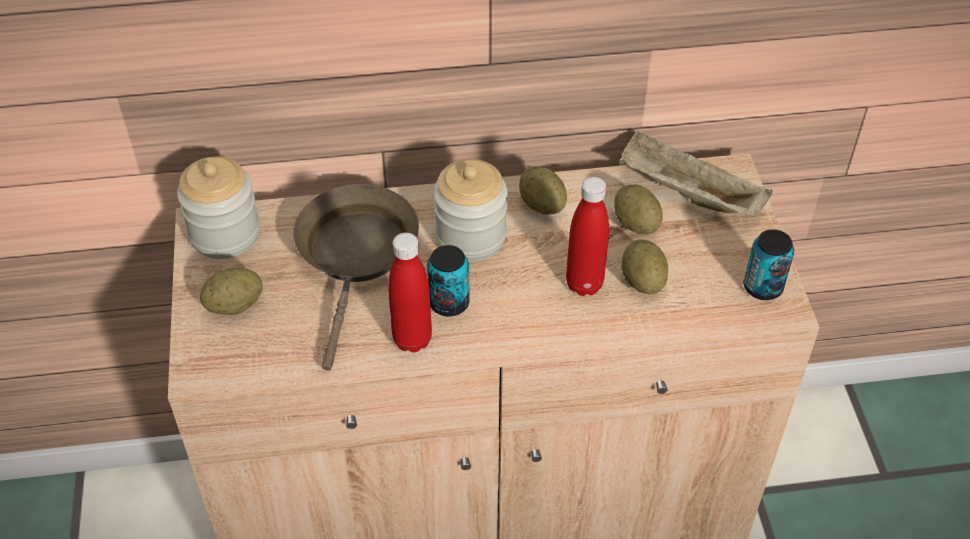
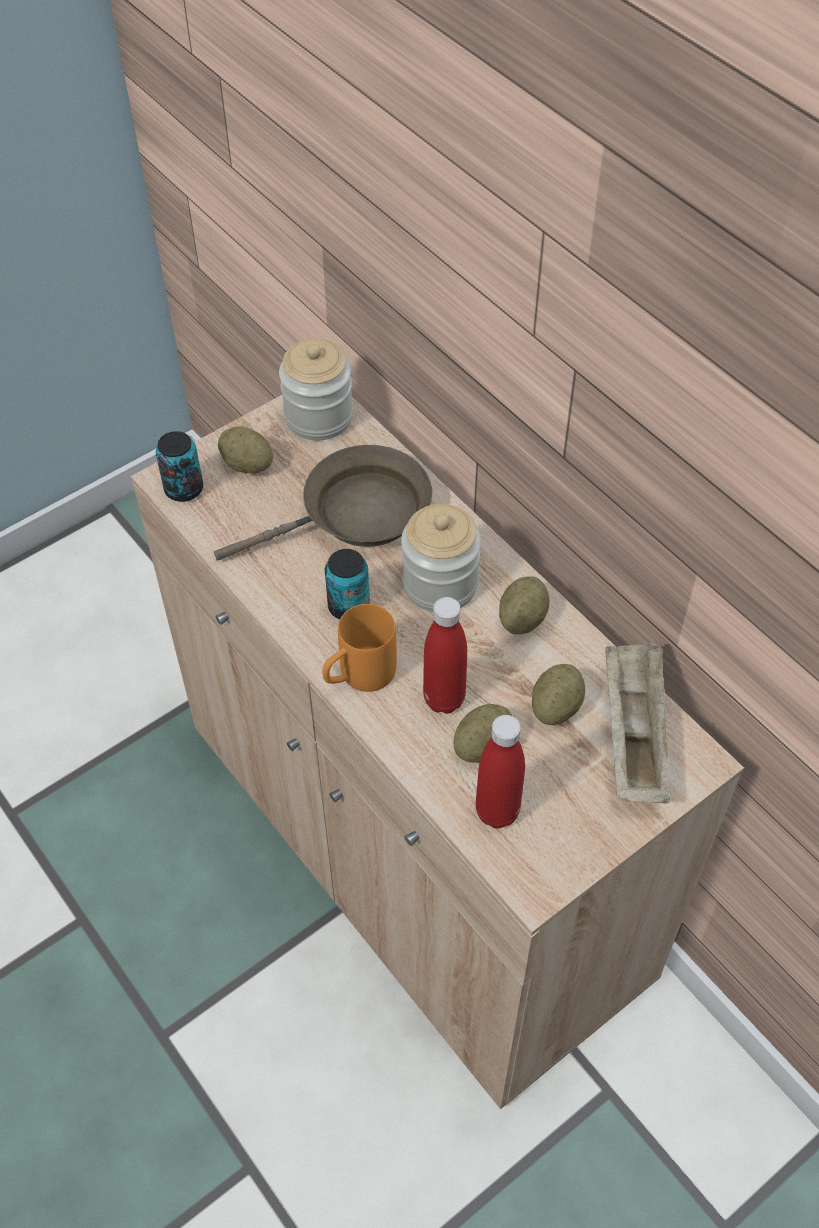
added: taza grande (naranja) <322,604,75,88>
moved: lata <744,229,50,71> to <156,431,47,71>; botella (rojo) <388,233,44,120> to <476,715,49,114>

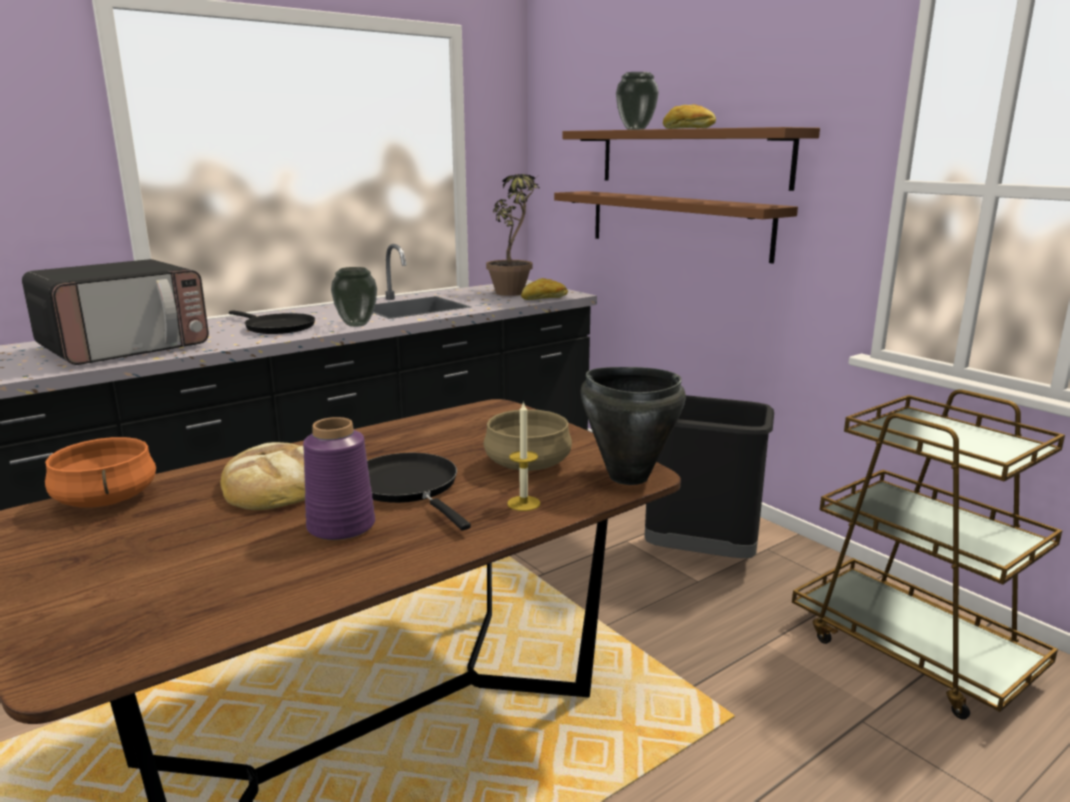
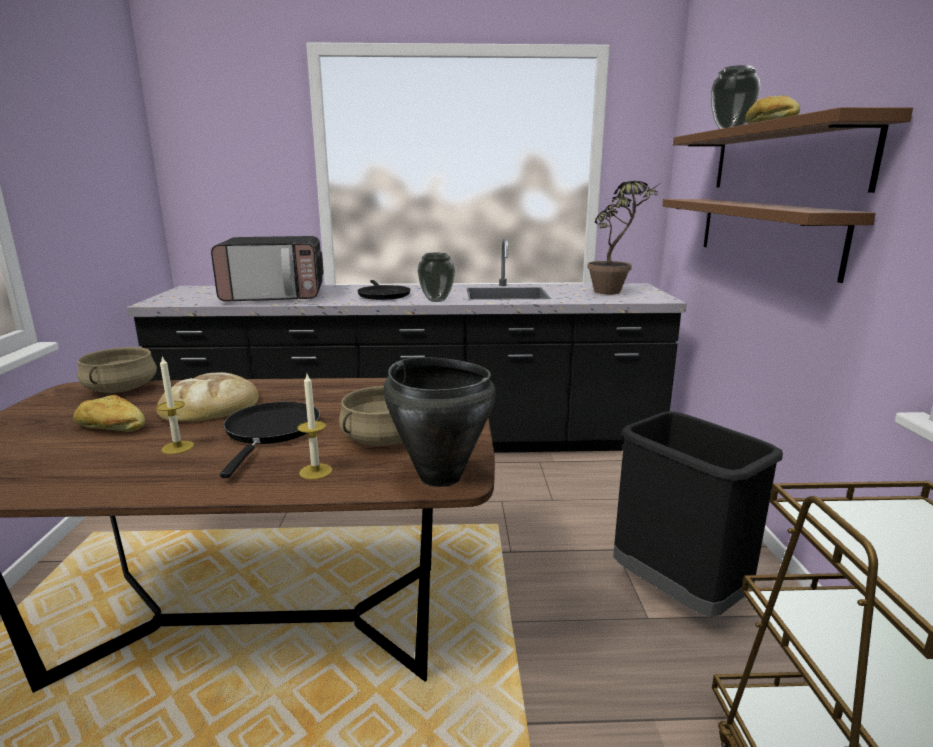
moved: pan <521,278,47,22> to <73,395,72,37>
replaced: florero (morado) <303,417,72,123> to vela <157,356,37,98>
recoloured: olla (naranja) <45,437,111,70> to olla (beis) <77,347,80,46>

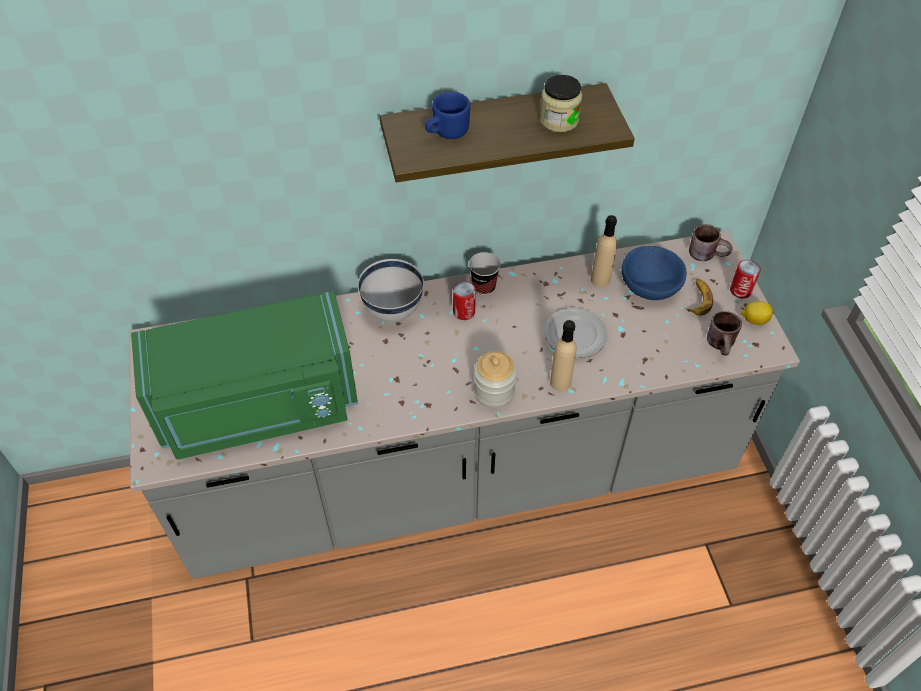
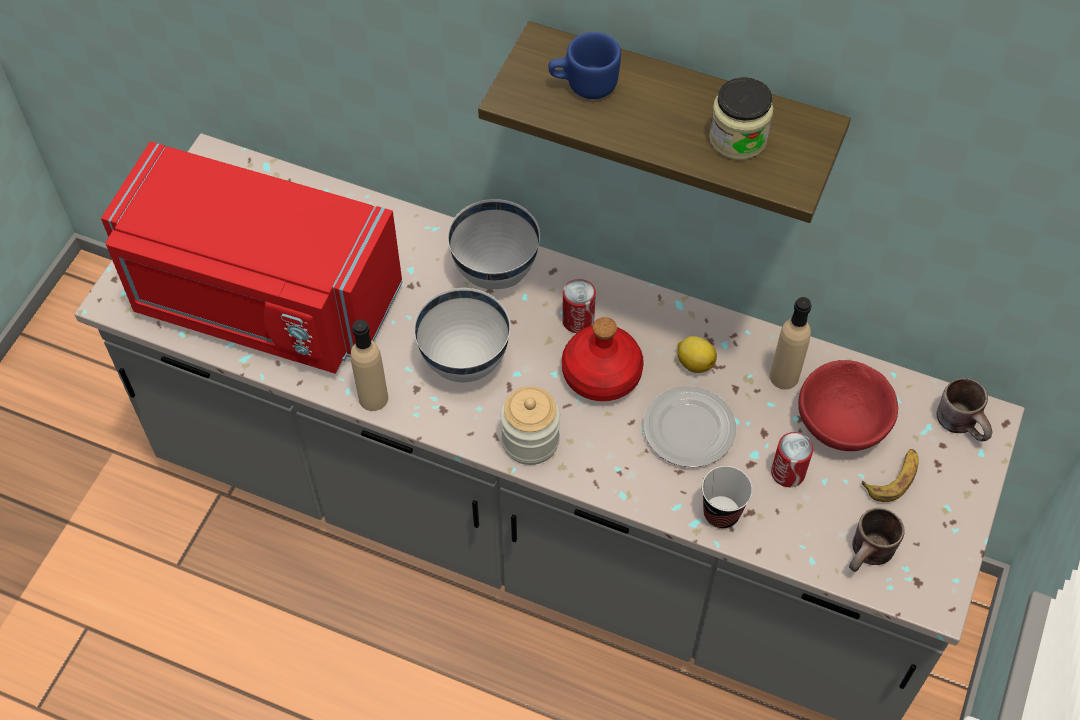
added: cuenco (blanco) <414,288,96,94>; botella (rojo) <562,317,82,84>
moved: taza <469,252,32,43> to <702,466,51,63>; lata <730,260,31,38> to <771,432,42,55>; limón <741,301,32,24> to <678,336,39,37>; botella (beis) <550,320,27,71> to <351,319,37,92>
recoloured: cuenco (azul) <622,246,65,54> to cuenco (rojo) <798,360,100,91>; microondas (verde) <131,291,227,168> to microondas (rojo) <101,142,301,232>

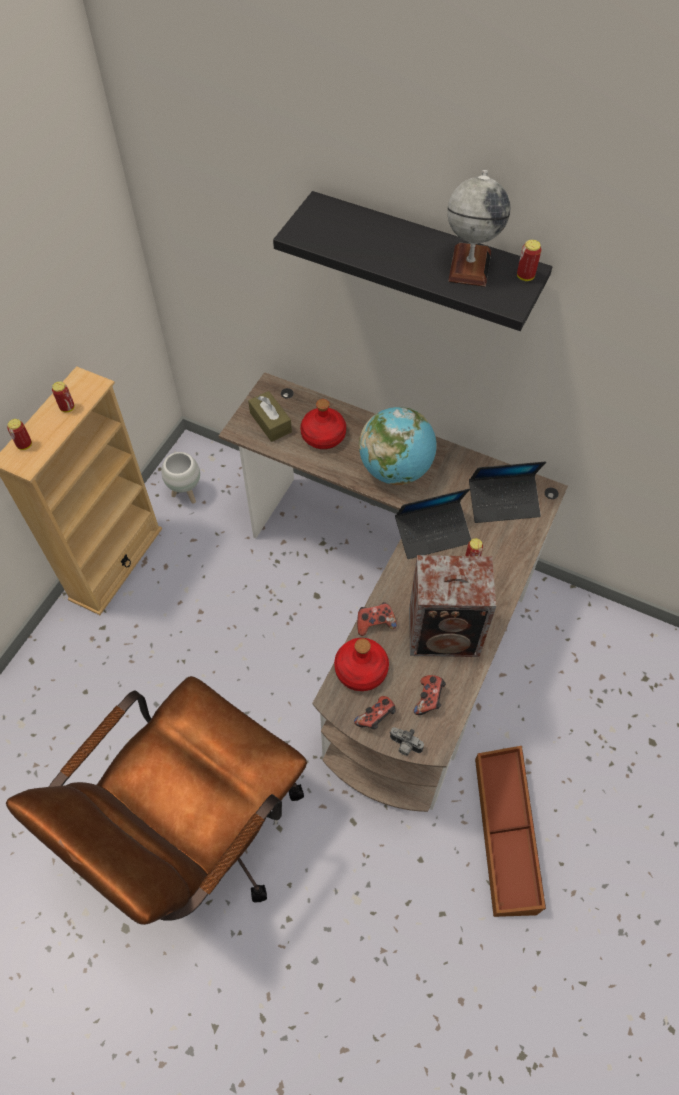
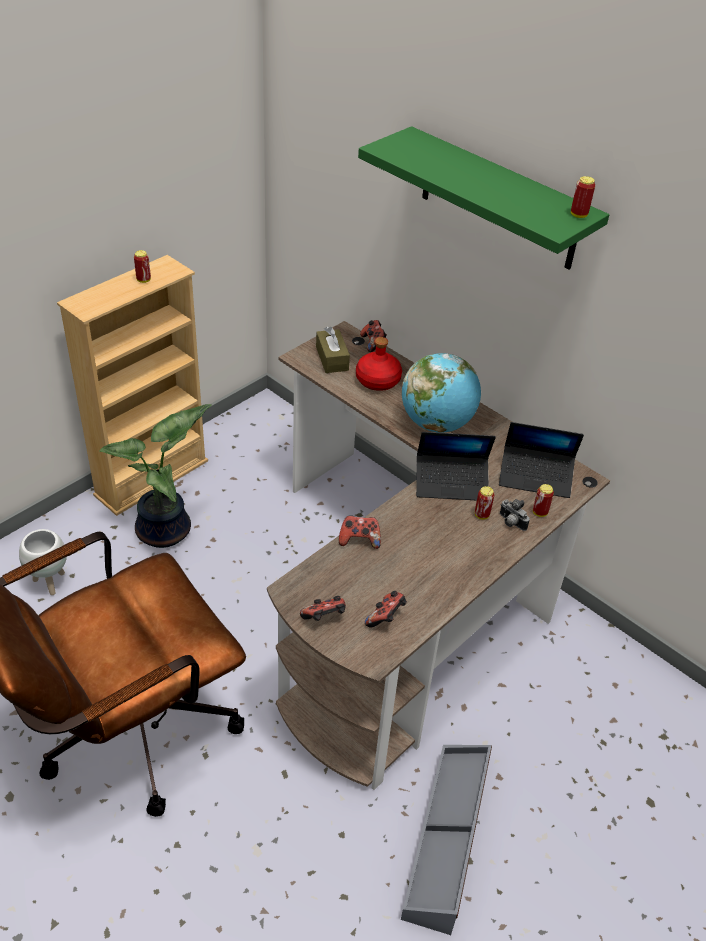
removed: globo terráqueo <447,170,63,117>; altavoz <409,555,87,102>; botella (rojo) <334,638,55,53>
added: mando de consola <360,320,27,32>; planta en maceta <99,404,113,144>
moved: lata <7,419,25,31> to <533,484,21,33>; maceta (blanco) <162,452,38,51> to <19,529,48,66>; cámara <389,727,35,29> to <500,499,30,32>
recoloured: estante (negro) <273,191,279,140> to estante (verde) <358,126,251,144>; caja de almacenaje (marrón) <475,746,71,171> to caja de almacenaje (gris) <401,745,91,190>

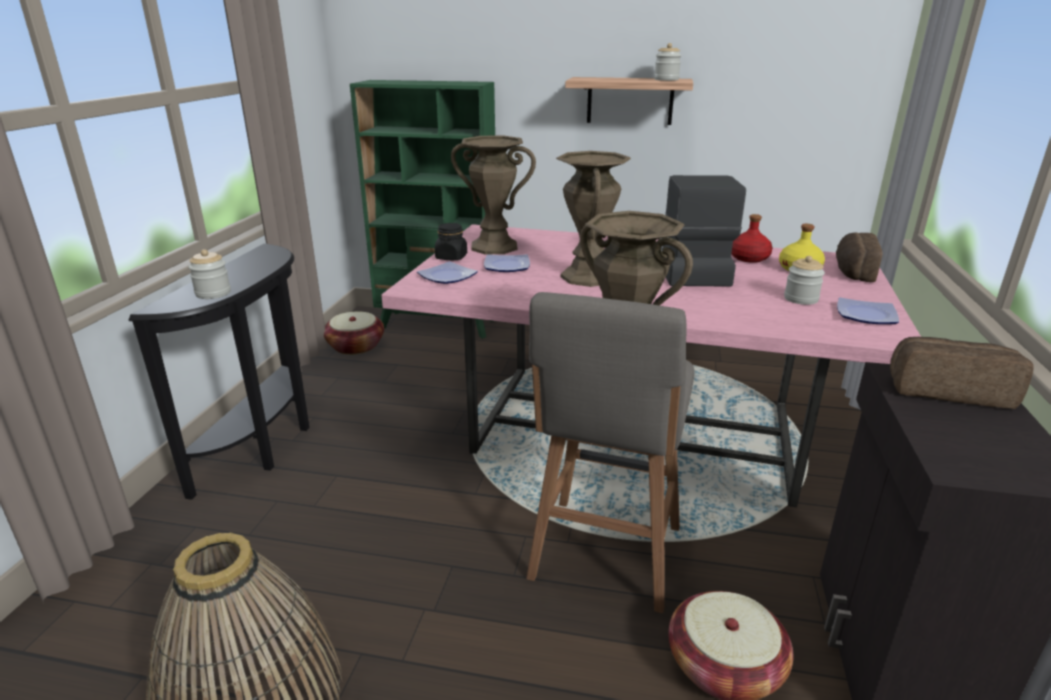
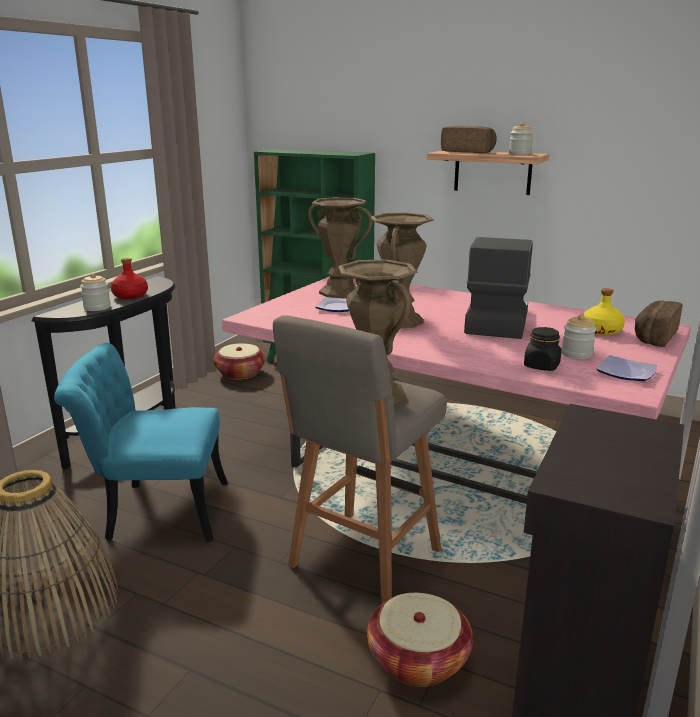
removed: plato <417,261,61,23>
added: silla (turquesa) <54,343,174,199>
moved: botella (rojo) <731,214,41,49> to <111,258,37,41>; tarro (negro) <435,223,32,37> to <524,327,38,44>; pan <890,337,144,72> to <441,126,56,27>

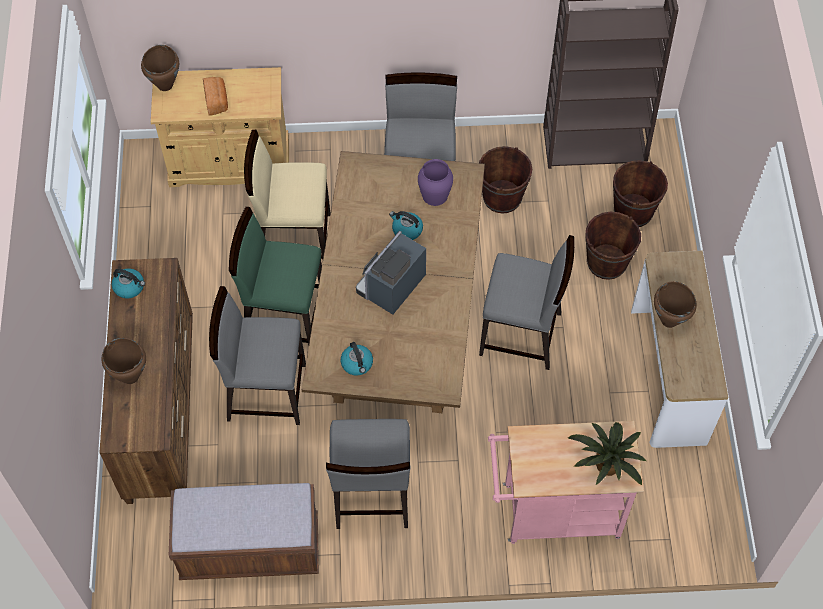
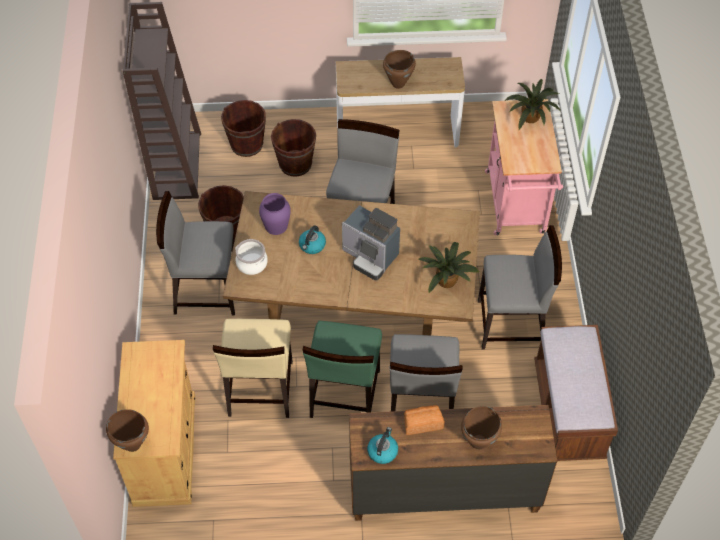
added: olla <235,239,33,36>
moved: pan <203,77,25,39> to <404,405,41,30>
replaced: hervidor <340,342,33,33> to planta en maceta <419,242,60,51>

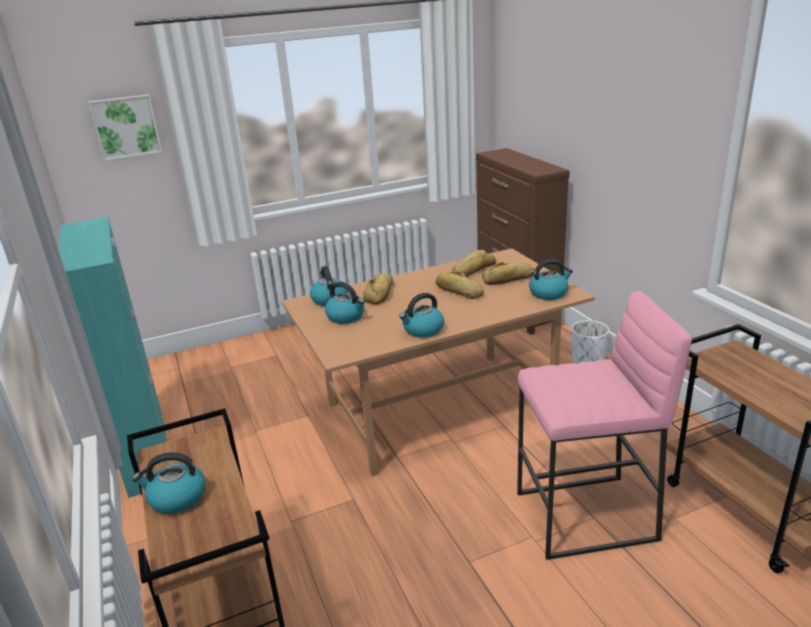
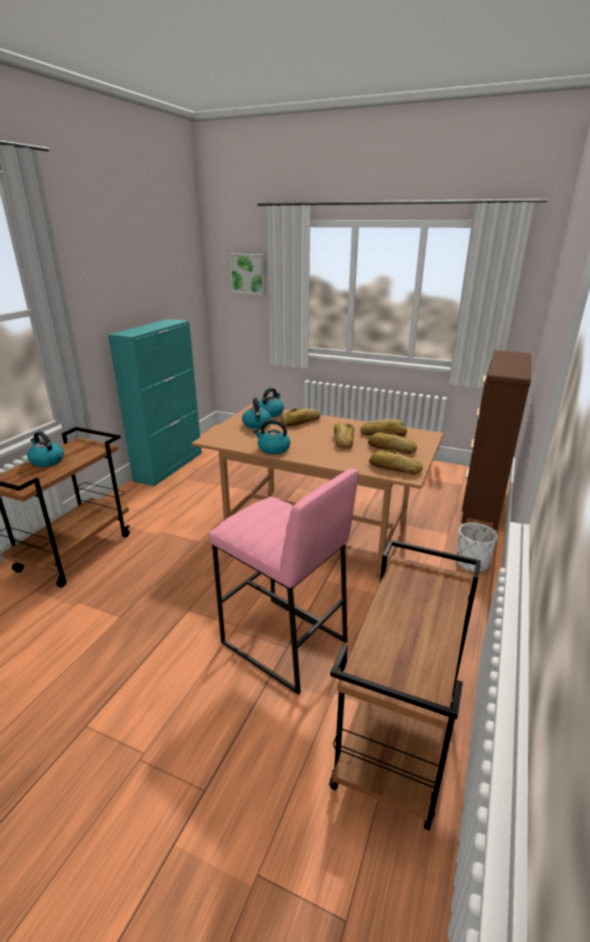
replaced: hervidor <529,259,44,41> to pan <369,450,54,25>

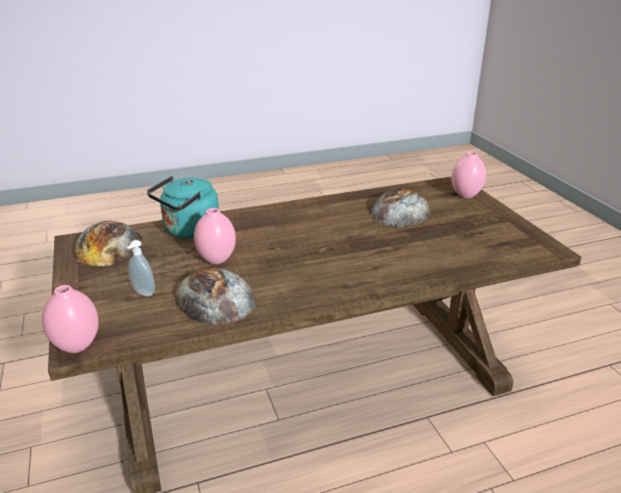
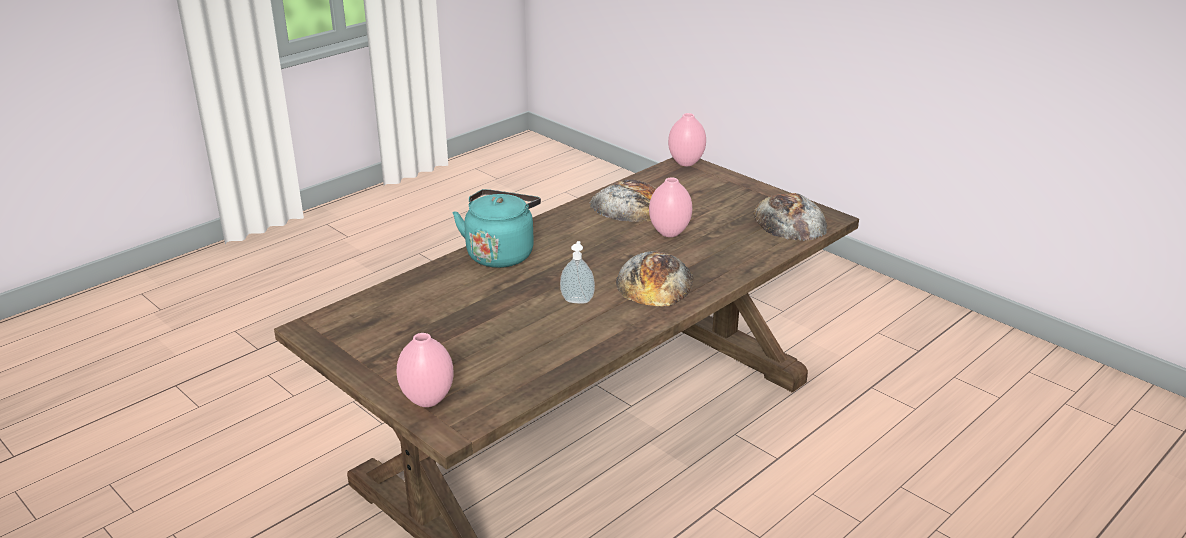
moved: hervidor (turquesa) <147,176,72,62> to <452,189,89,79>; pan <369,188,61,39> to <616,251,77,56>; dispensador de jabón <126,240,29,56> to <560,241,35,63>

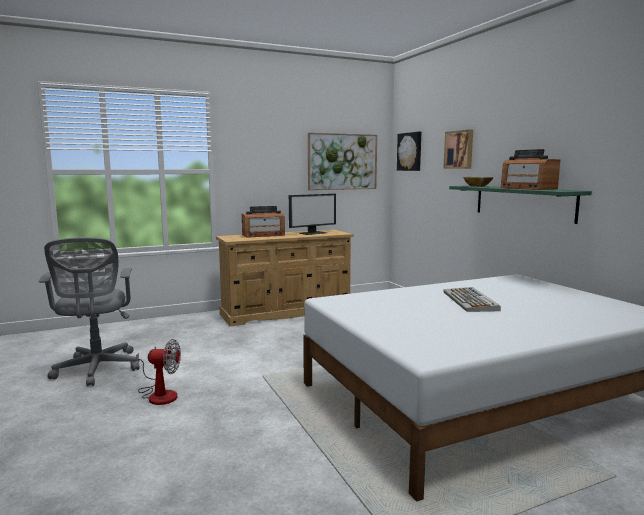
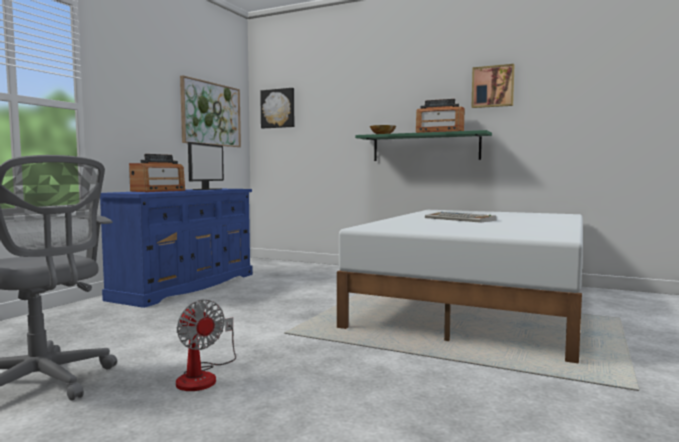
moved: cuadro <443,129,30,40> to <472,64,42,44>
recoloured: cómoda (beis) <216,229,138,98> to cómoda (azul) <100,189,153,119>
turned: ventilador <136,339,45,66> = <176,300,60,91> 90 degrees clockwise

